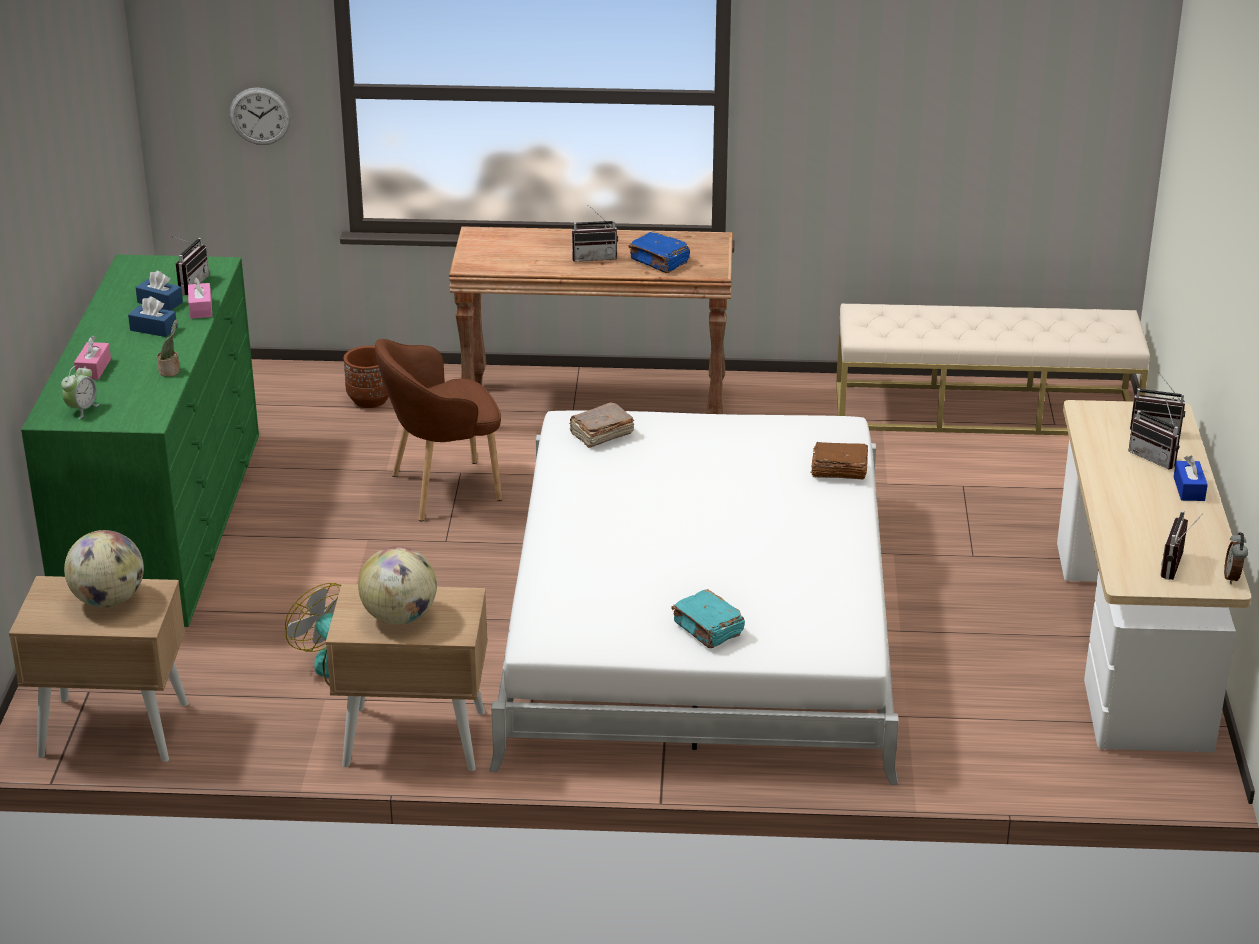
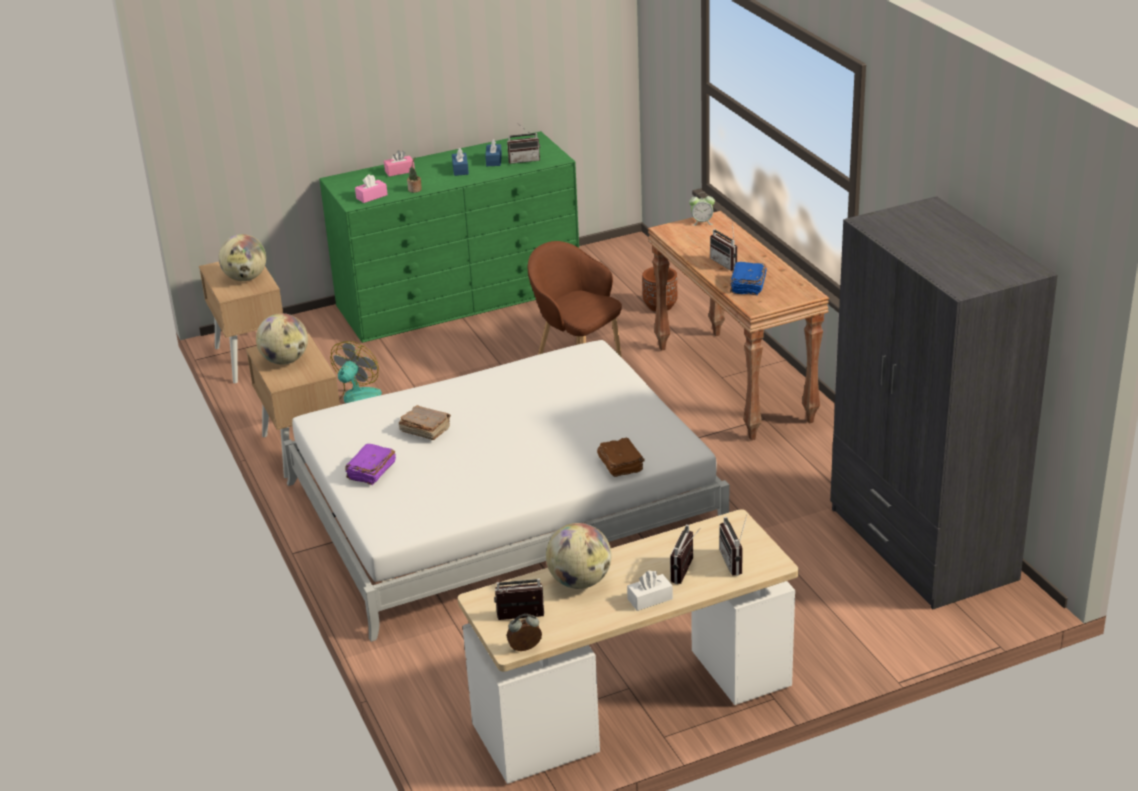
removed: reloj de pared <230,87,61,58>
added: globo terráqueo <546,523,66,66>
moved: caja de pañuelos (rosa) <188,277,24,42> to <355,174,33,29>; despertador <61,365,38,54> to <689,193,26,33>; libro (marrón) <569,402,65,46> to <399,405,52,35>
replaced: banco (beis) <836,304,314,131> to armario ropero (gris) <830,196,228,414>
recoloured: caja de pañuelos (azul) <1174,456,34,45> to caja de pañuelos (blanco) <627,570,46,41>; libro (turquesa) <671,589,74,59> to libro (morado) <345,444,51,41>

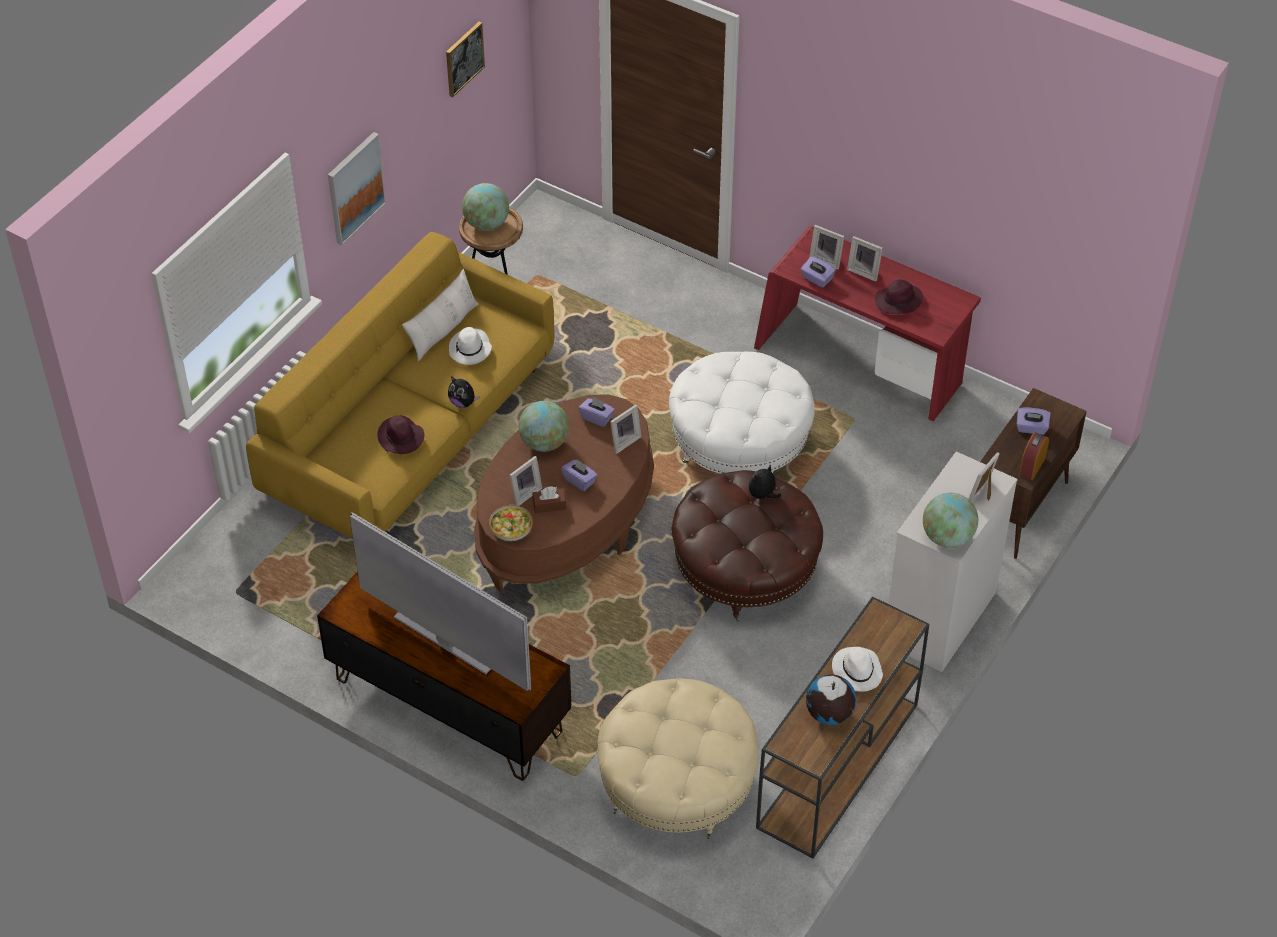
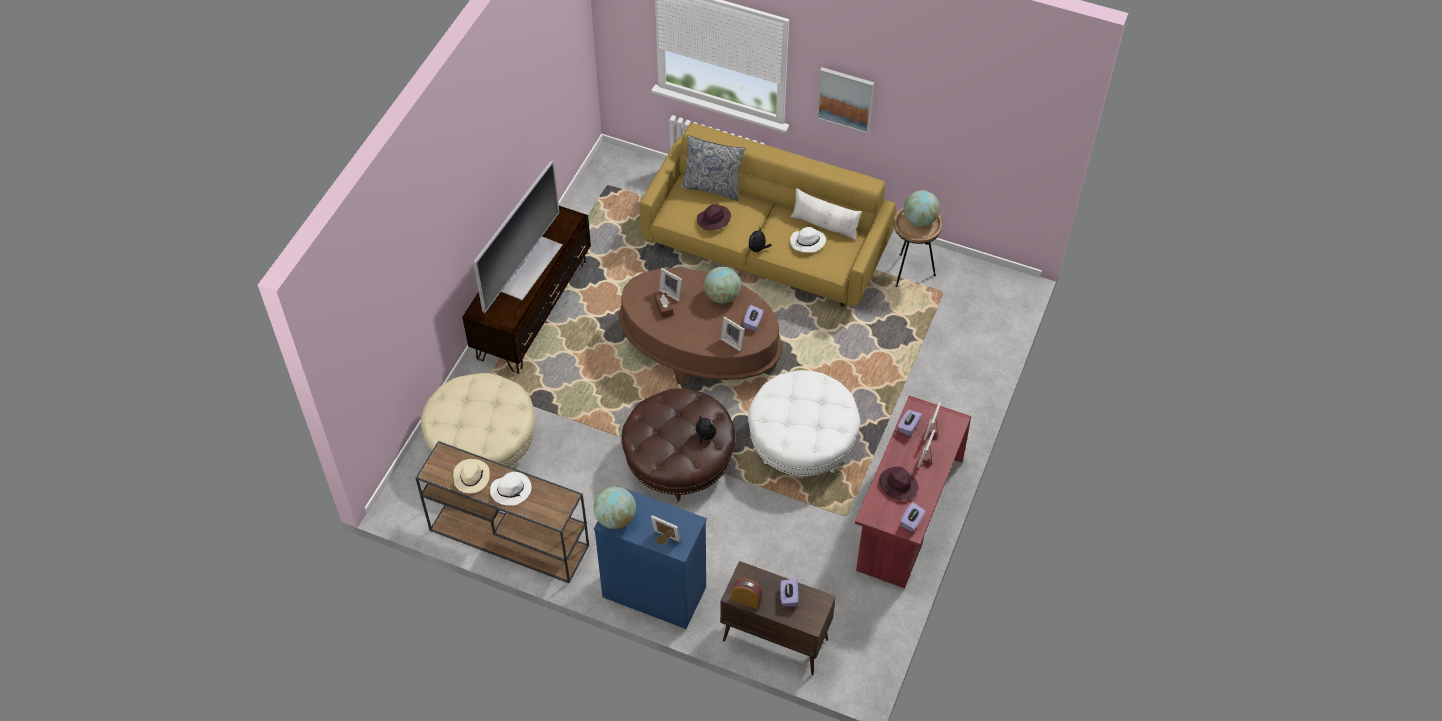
removed: cuadro <446,22,39,75>; cuenco <489,505,44,36>
added: cojín <681,135,65,66>
moved: caja de pañuelos (morado) <561,459,37,32> to <900,502,25,30>
replaced: globo terráqueo <806,674,50,51> to sombrero (beis) <453,459,37,34>
recoloured: cómoda (blanco) <889,451,129,221> to cómoda (azul) <594,486,113,143>

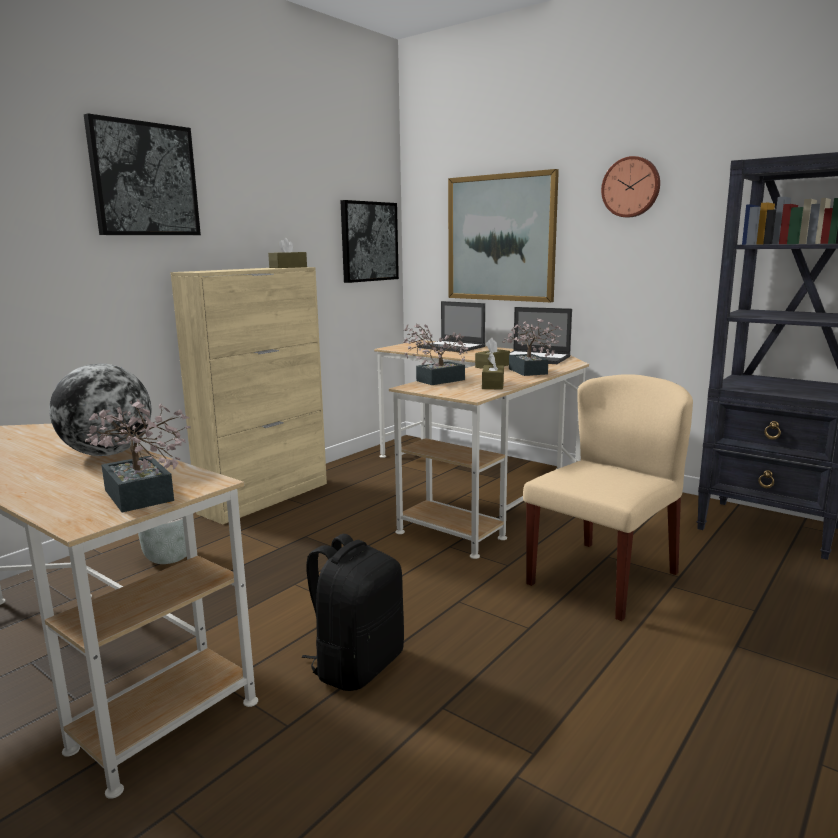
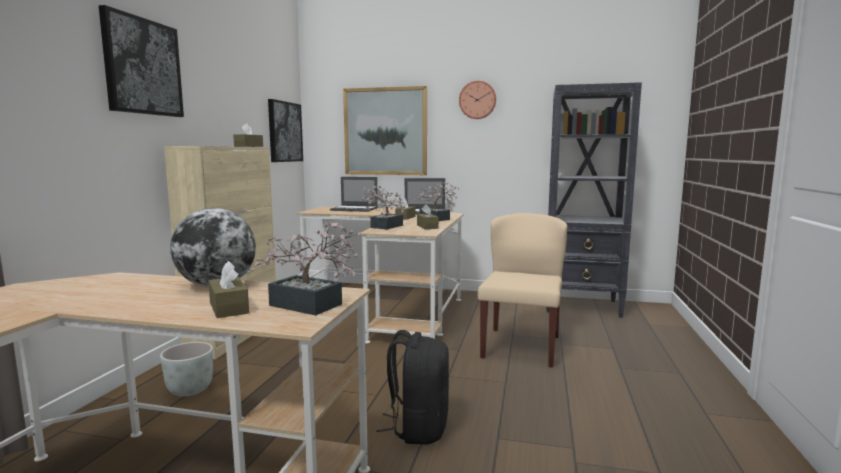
added: caja de pañuelos (marrón) <208,261,41,57>

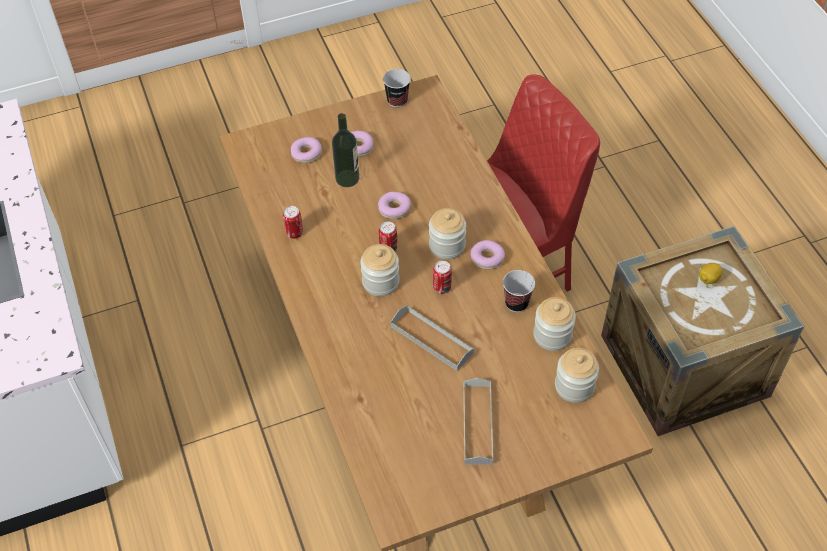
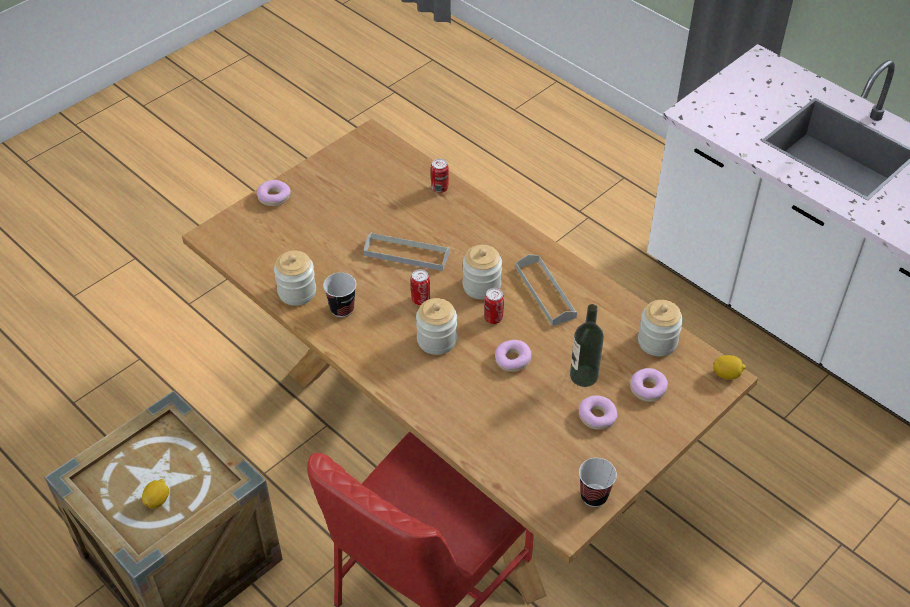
added: limón <713,355,33,24>
moved: lata <283,206,20,33> to <431,159,18,34>; rosquilla <470,240,35,29> to <257,180,34,26>; tarro <555,348,44,55> to <638,300,45,56>; bandeja (gris) <463,378,30,87> to <516,255,61,71>

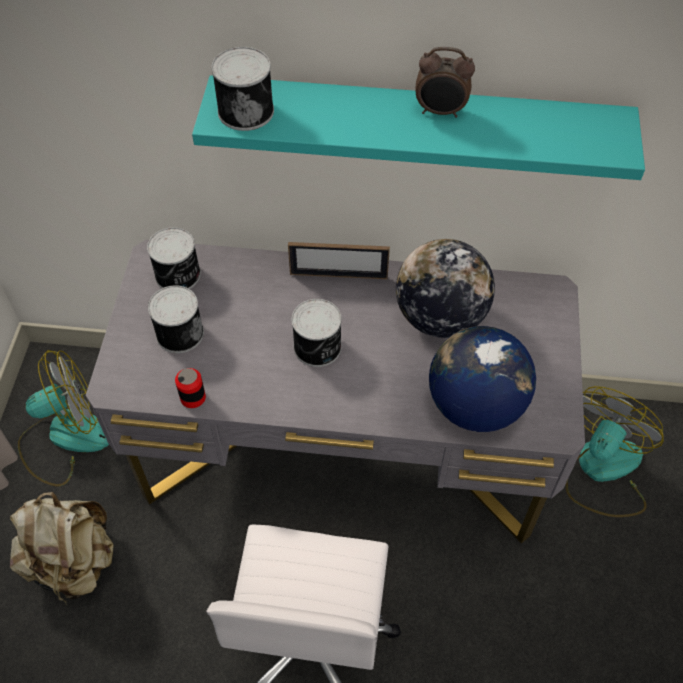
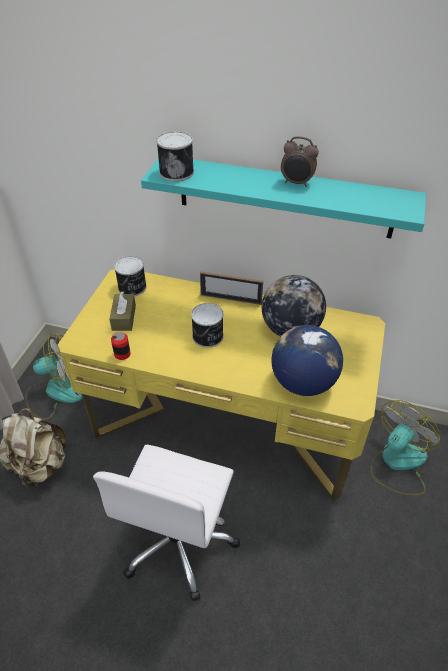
replaced: lata <148,285,56,68> to caja de pañuelos (marrón) <109,292,27,39>
recoloured: escritorio (gris) <86,240,499,303> to escritorio (amarillo) <58,269,327,232>

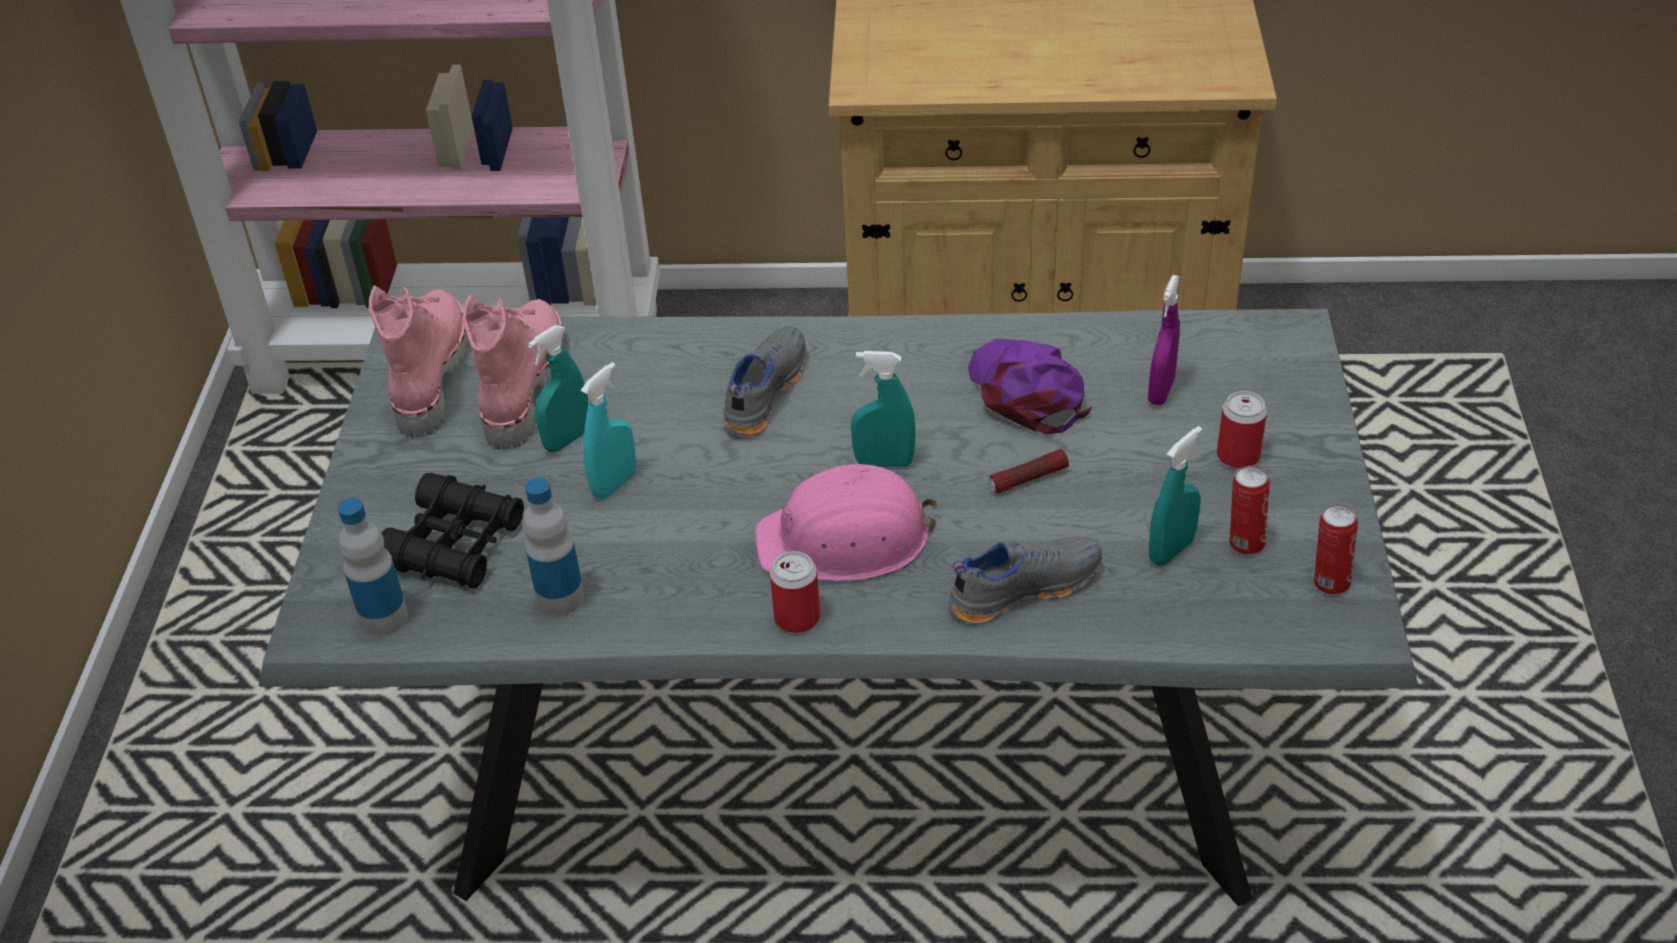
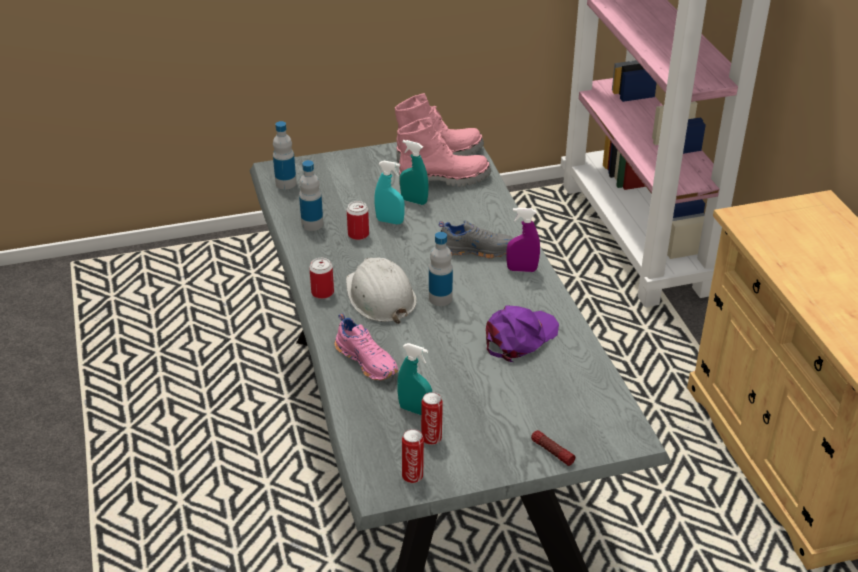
removed: prismáticos (negro) <382,473,142,116>
moved: pulverizador (morado) <1148,275,32,130> to <507,208,33,64>; lata <1217,391,50,78> to <347,201,22,39>; linterna <989,449,80,44> to <531,430,44,36>
replaced: pulverizador (turquesa) <851,351,65,116> to botella <429,232,24,74>
recoloured: casco (rosa) <755,464,182,118> to casco (blanco) <346,257,71,67>; zapato (gris) <948,537,154,87> to zapato (rosa) <335,313,63,67>

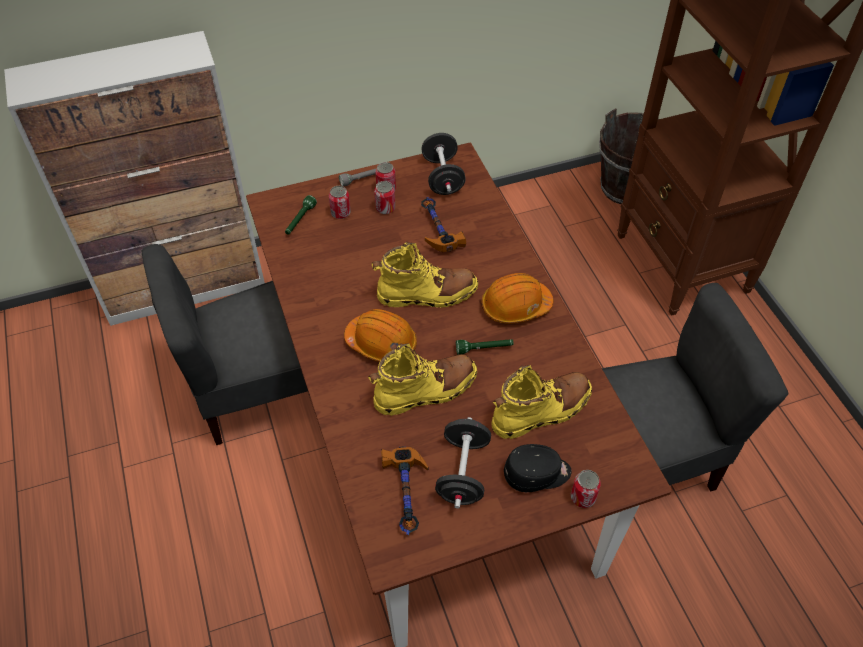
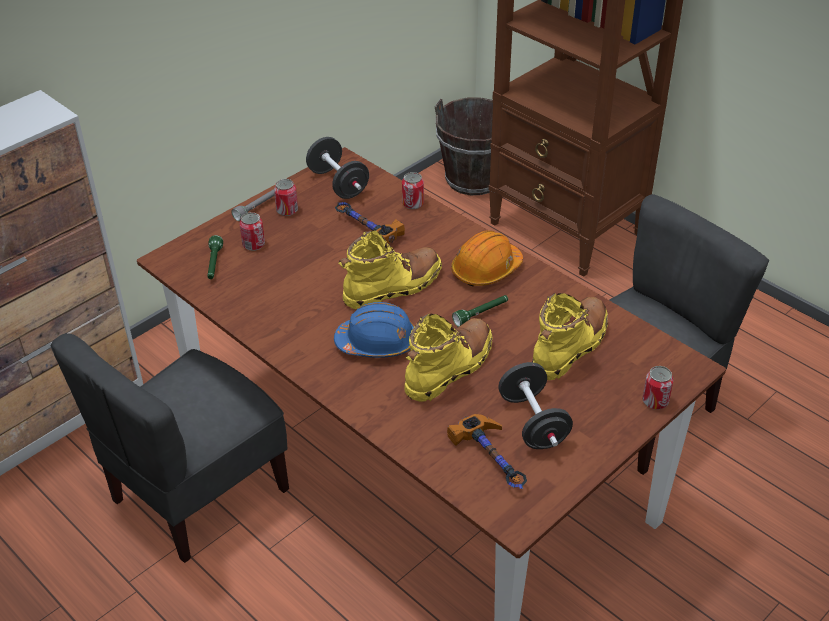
removed: gorra (negro) <504,444,68,48>
moved: lata <374,181,21,33> to <402,172,22,37>
recoloured: casco (naranja) <344,309,73,53> to casco (azul) <334,302,81,56>

